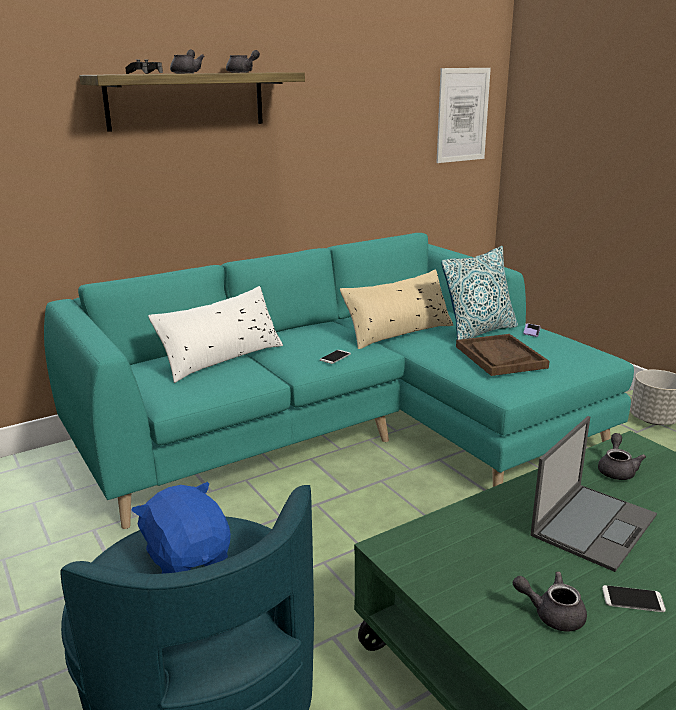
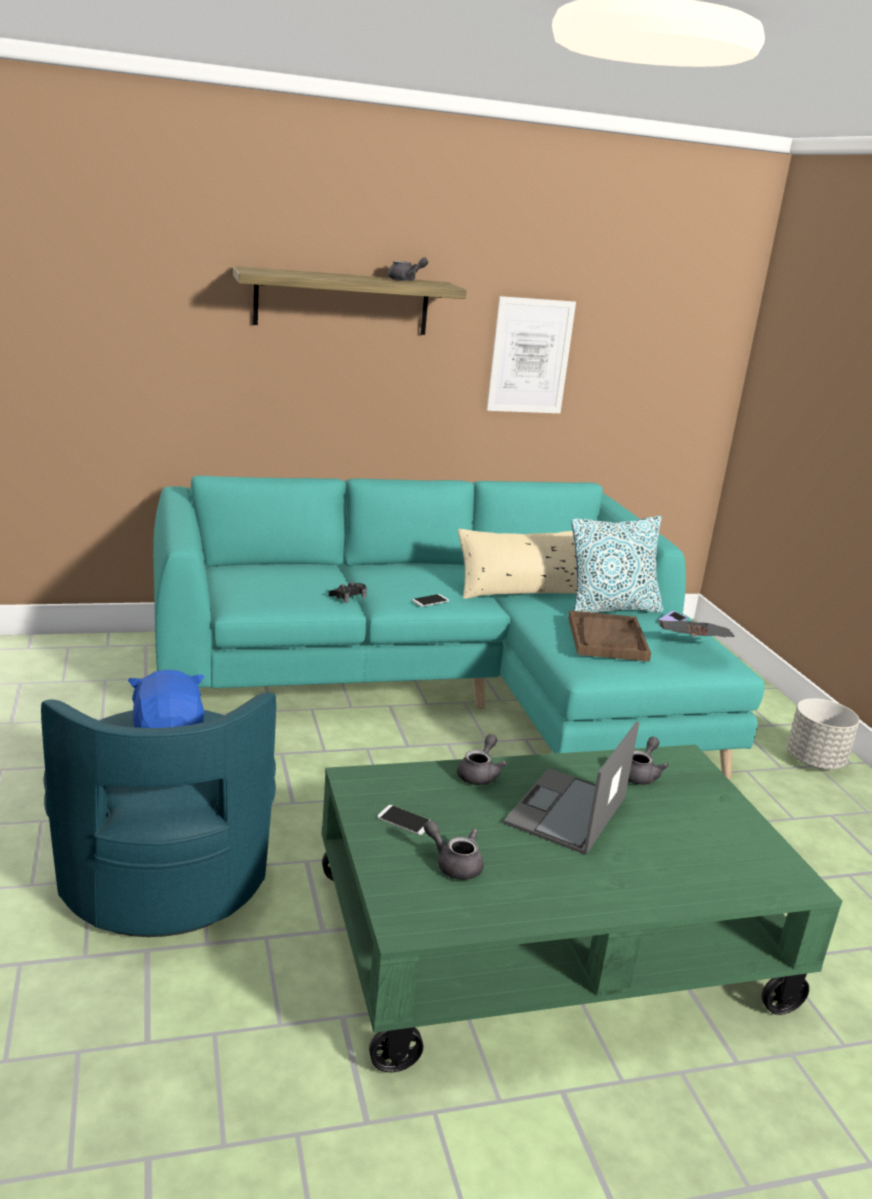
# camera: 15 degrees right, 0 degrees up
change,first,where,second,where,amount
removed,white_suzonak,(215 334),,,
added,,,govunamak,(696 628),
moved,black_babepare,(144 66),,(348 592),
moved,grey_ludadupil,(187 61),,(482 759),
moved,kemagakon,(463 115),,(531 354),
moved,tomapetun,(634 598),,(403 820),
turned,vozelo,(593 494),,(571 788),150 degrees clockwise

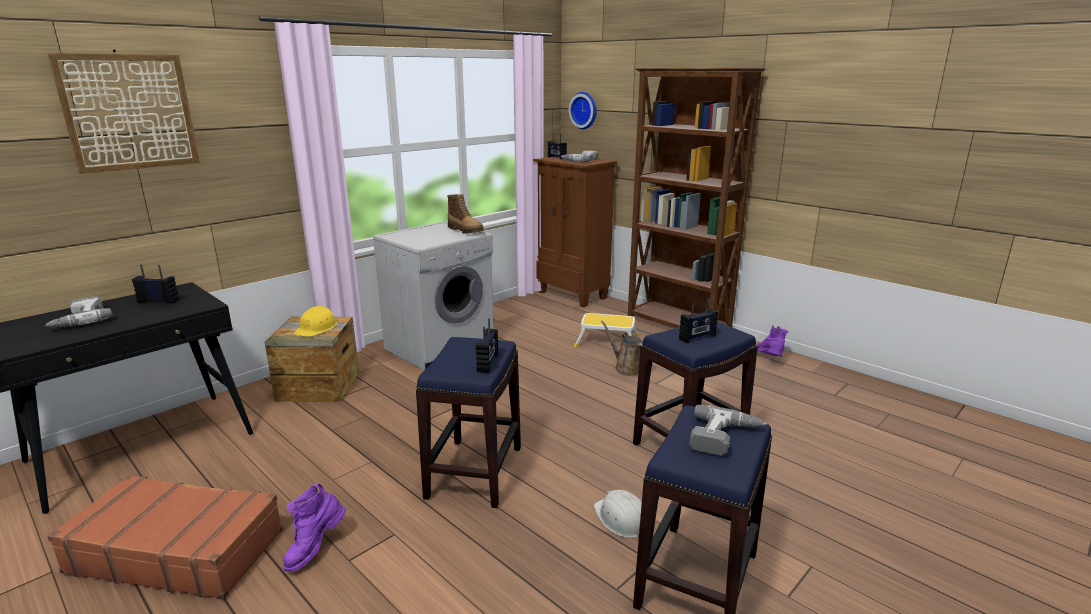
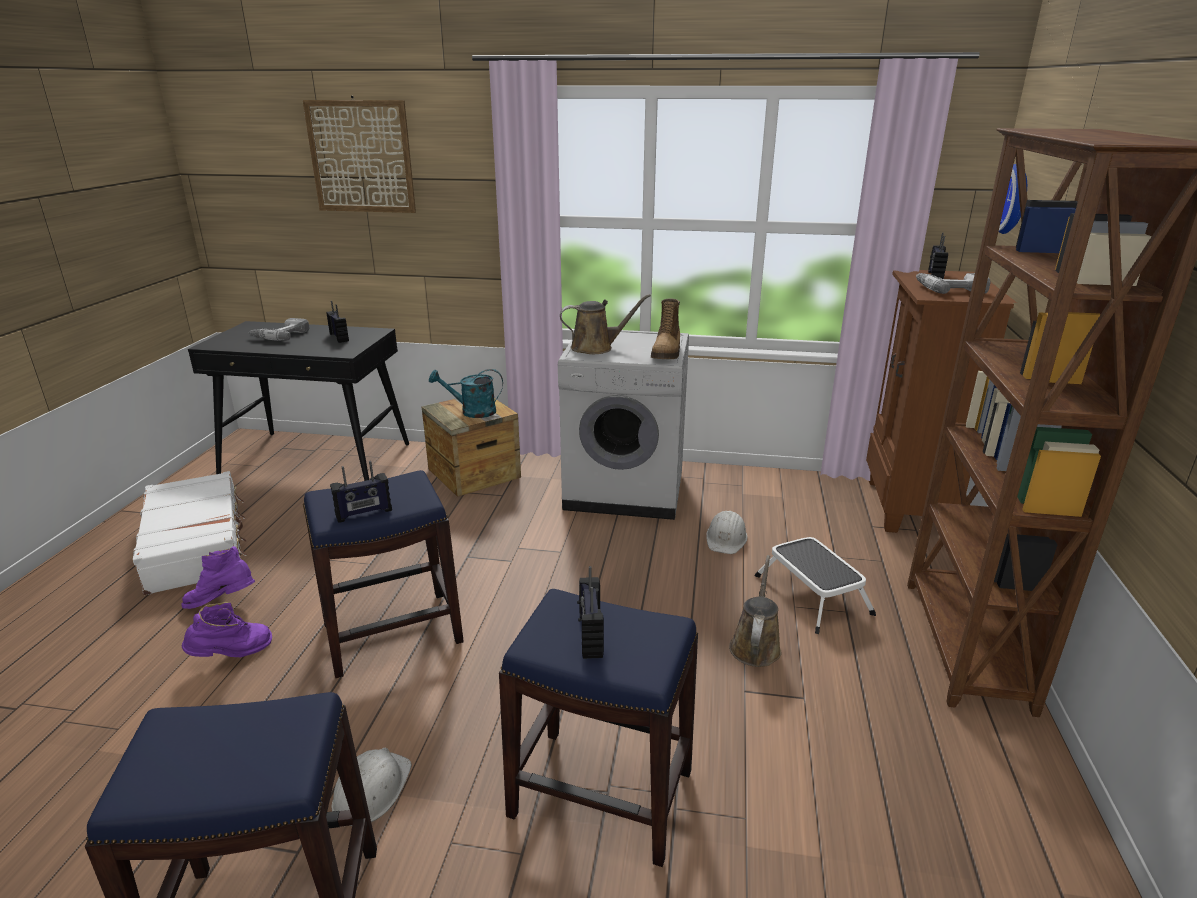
# camera: 55 degrees right, 5 degrees up
change,first,where,second,where,amount
removed,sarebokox,(727 430),,,
added,,,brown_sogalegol,(605 324),
added,,,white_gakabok,(726 532),
moved,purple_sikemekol,(772 341),,(227 629),
replaced,yellow_gakabok,(315 321),turquoise_sogalegol,(466 393),
recoloured,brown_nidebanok,(165 537),white_nidebanok,(190 533),
recoloured,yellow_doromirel,(607 330),black_doromirel,(815 585),
turned,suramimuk,(698 320),,(590 612),60 degrees clockwise

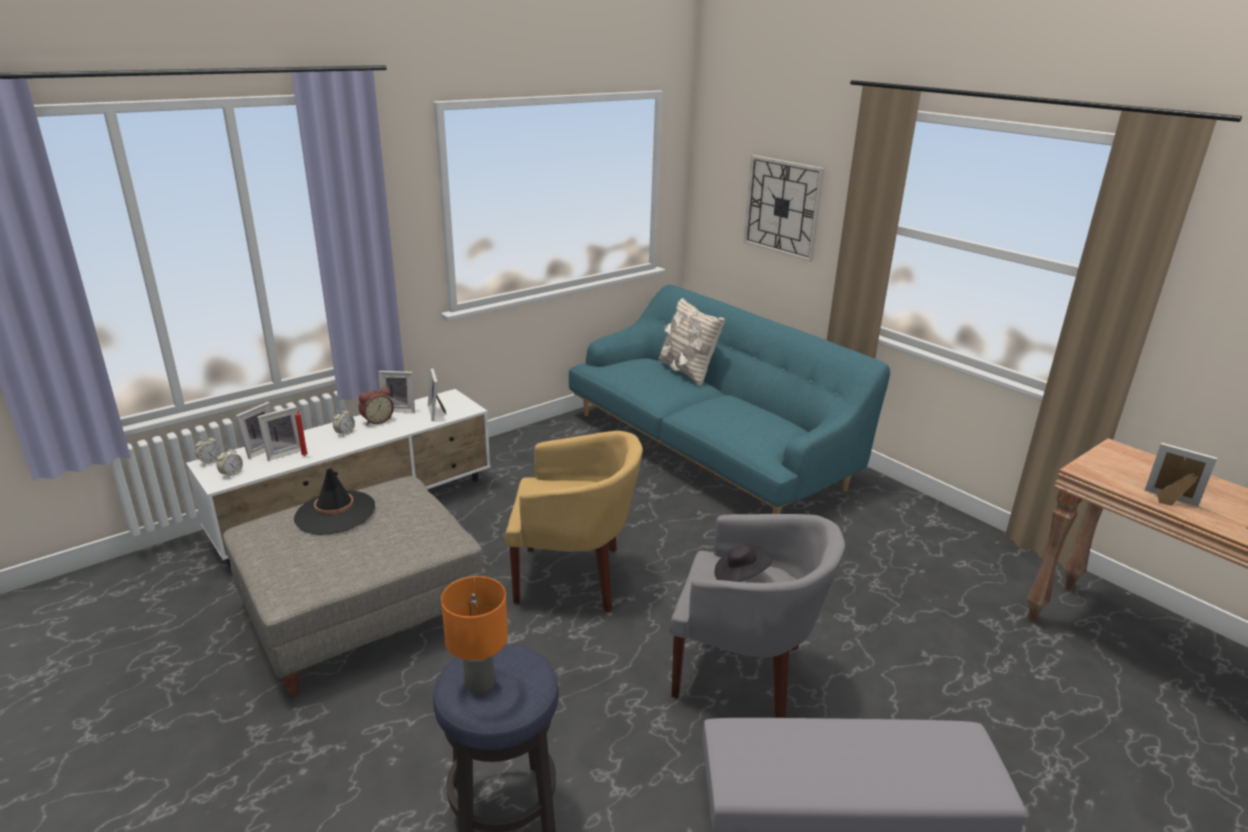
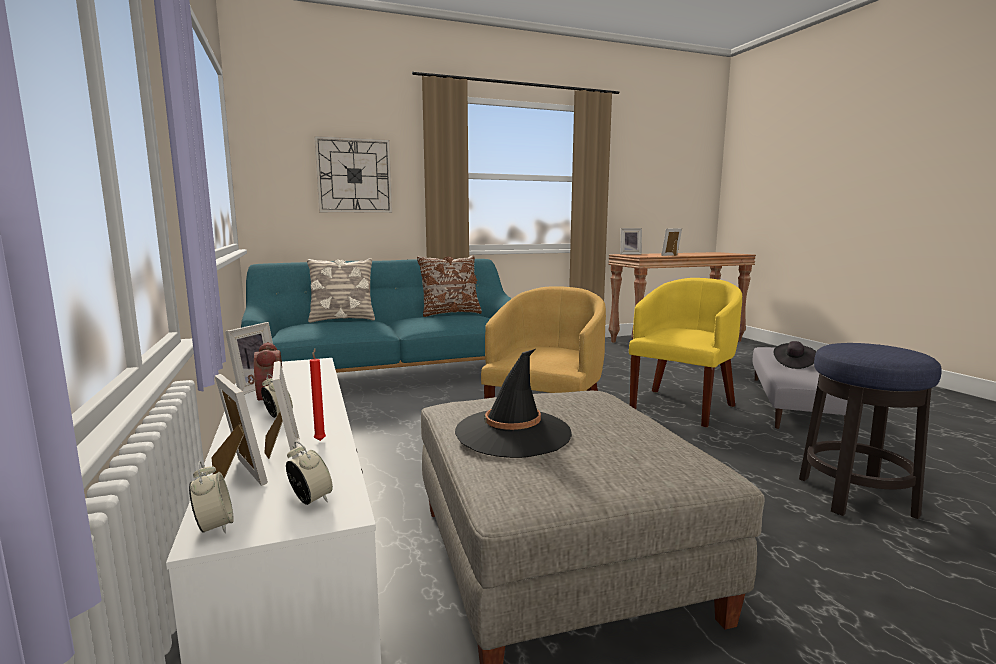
# camera: 70 degrees left, 15 degrees down
change,first,where,second,where,amount
removed,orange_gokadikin,(474 635),,,
added,,,brown_suzonak,(449 286),
moved,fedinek,(437 395),,(631 241),
moved,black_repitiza,(743 563),,(795 355),
recoloured,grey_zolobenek,(757 616),yellow_zolobenek,(685 352),

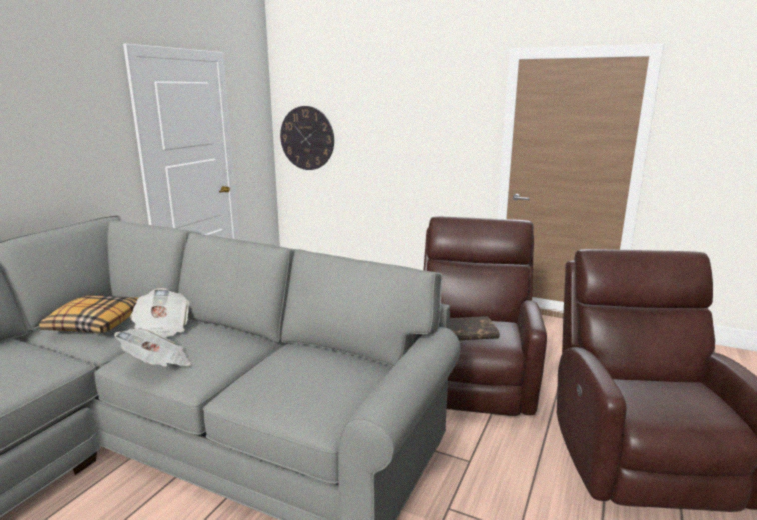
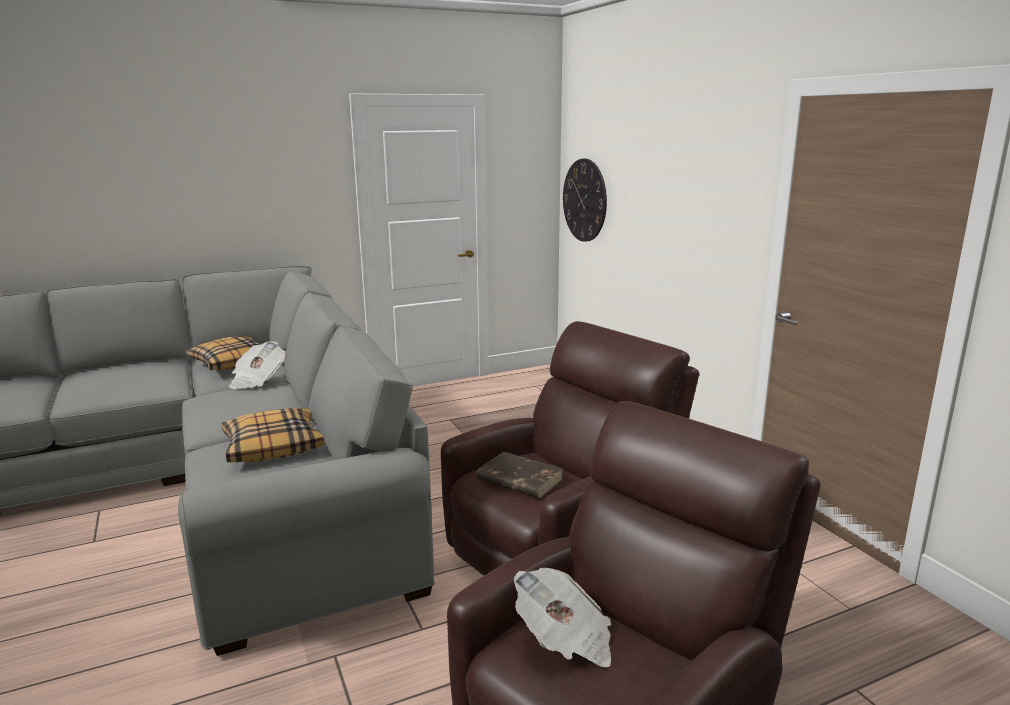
# camera: 40 degrees right, 0 degrees up
change,first,where,second,where,amount
added,,,suzonak,(272 435),
moved,govunamak,(152 348),,(562 618),

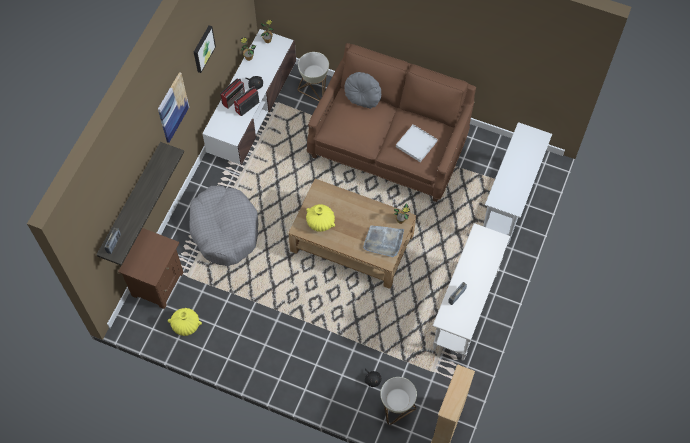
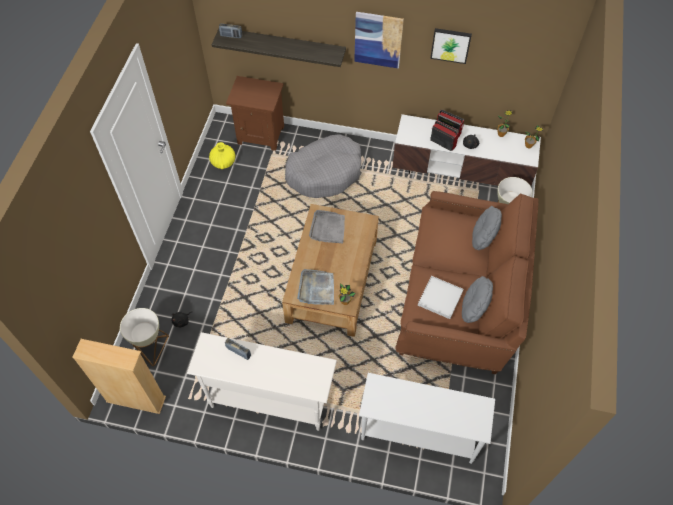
# camera: 80 degrees right, 5 degrees down
change,first,where,second,where,amount
added,,,grey_suzonak,(477 299),
replaced,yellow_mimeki,(320 218),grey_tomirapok,(327 226),

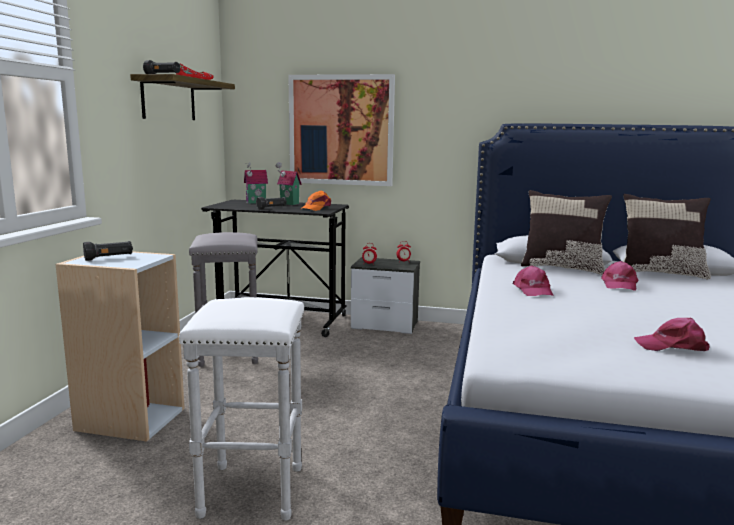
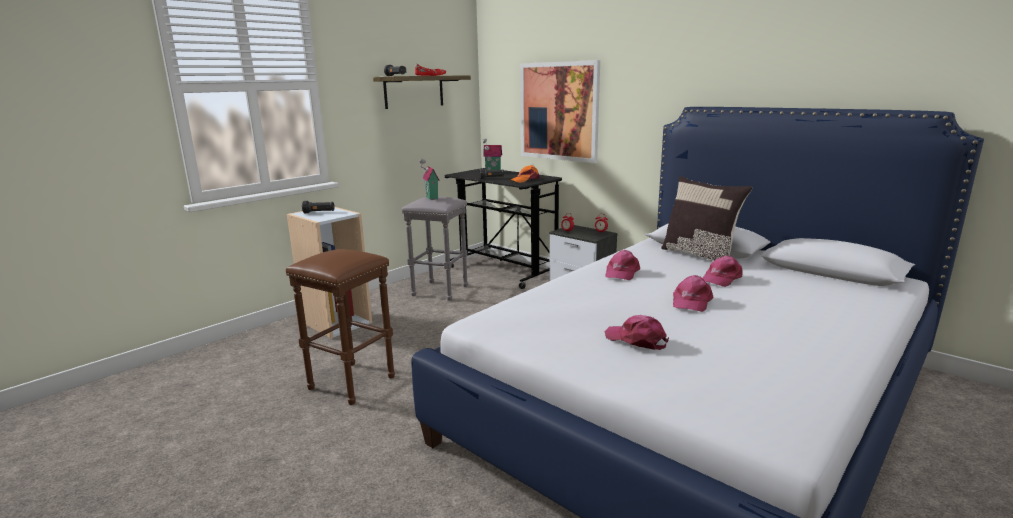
# camera: 30 degrees right, 5 degrees up
change,first,where,second,where,amount
removed,suzonak,(667 236),,,
added,,,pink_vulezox,(693 293),
moved,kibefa,(289 183),,(429 179),
recoloured,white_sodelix,(241 409),brown_sodelix,(340 327),

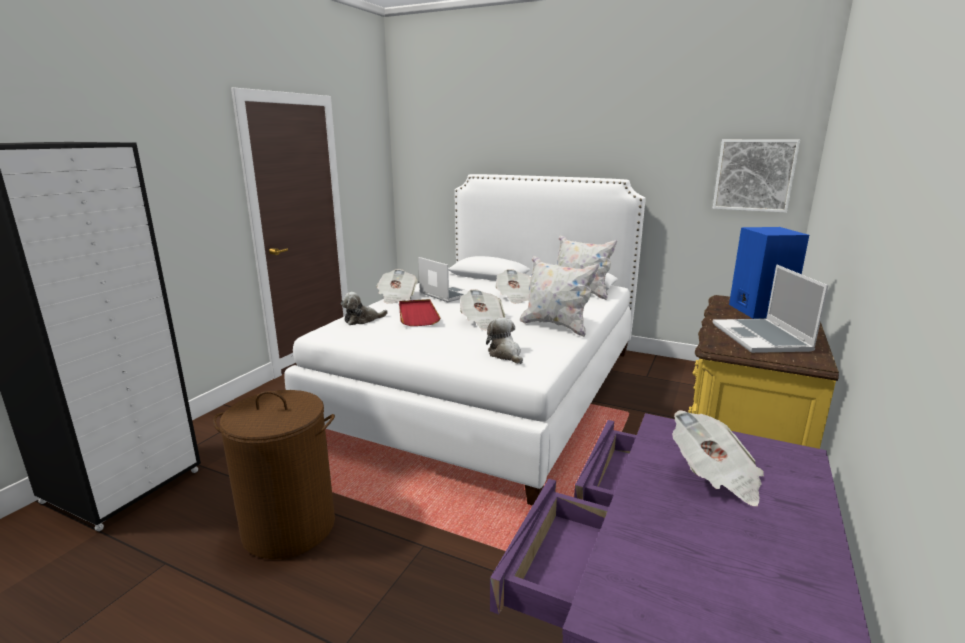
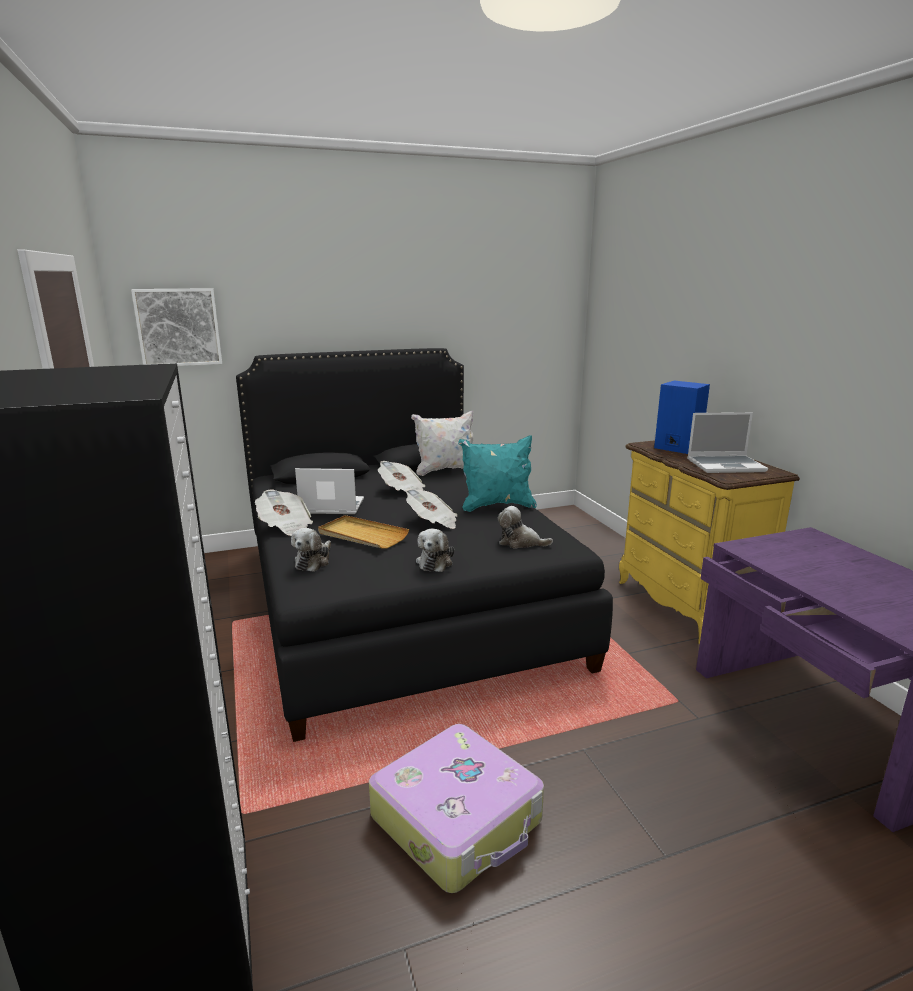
# camera: 45 degrees left, 0 degrees up
change,first,where,second,where,amount
removed,govunamak,(718 458),,,
added,,,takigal,(435 550),
moved,kemagakon,(756 176),,(176 327),
replaced,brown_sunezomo,(274 474),nidebanok,(456 808),
recoloured,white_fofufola,(465 340),black_fofufola,(424 545),
recoloured,red_tomirapok,(419 312),beige_tomirapok,(363 532),
recoloured,white_suzonak,(560 296),turquoise_suzonak,(497 474),
turned,vozelo,(770 308),,(727 442),45 degrees counterclockwise

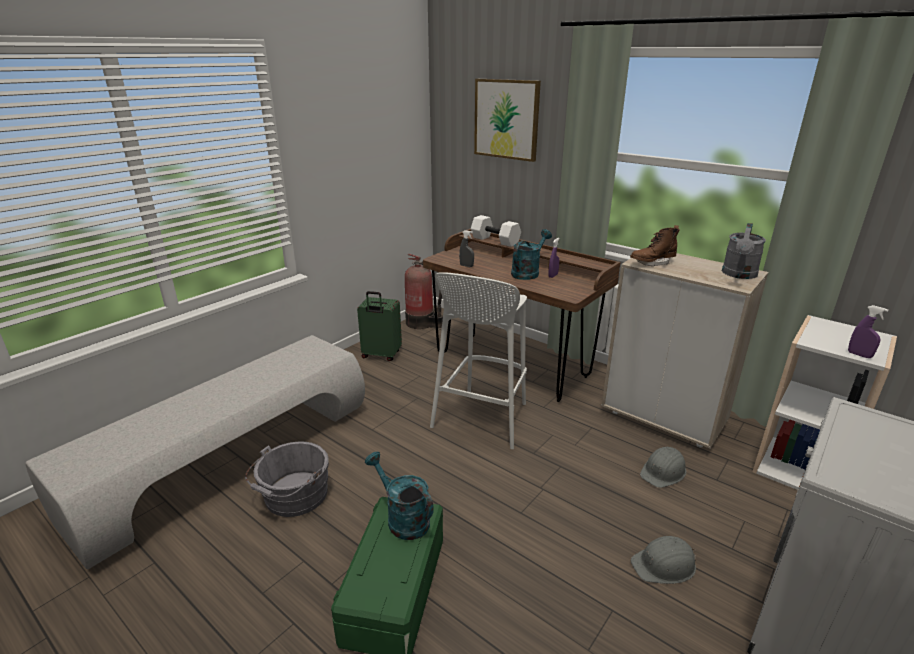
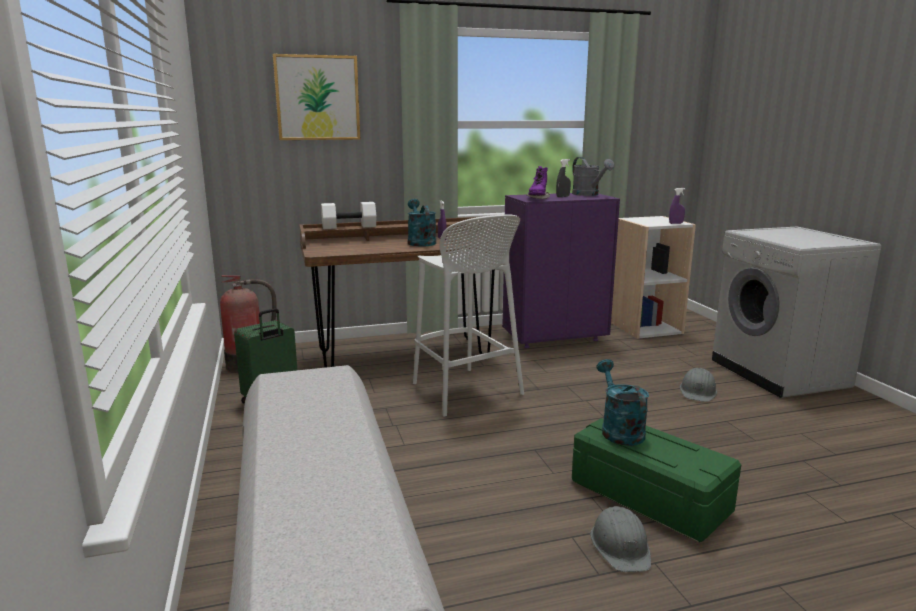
# camera: 55 degrees left, 10 degrees down
change,first,where,second,where,amount
removed,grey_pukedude,(286 479),,,
moved,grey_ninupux,(466 248),,(563 178),
moved,grey_gakabok,(663 467),,(621 539),
recoloured,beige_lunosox,(685 351),purple_lunosox,(561 270),
recoloured,brown_sikemekol,(655 245),purple_sikemekol,(538 182),
turned,turquoise_sogalegol,(399 496),,(623 402),90 degrees clockwise

